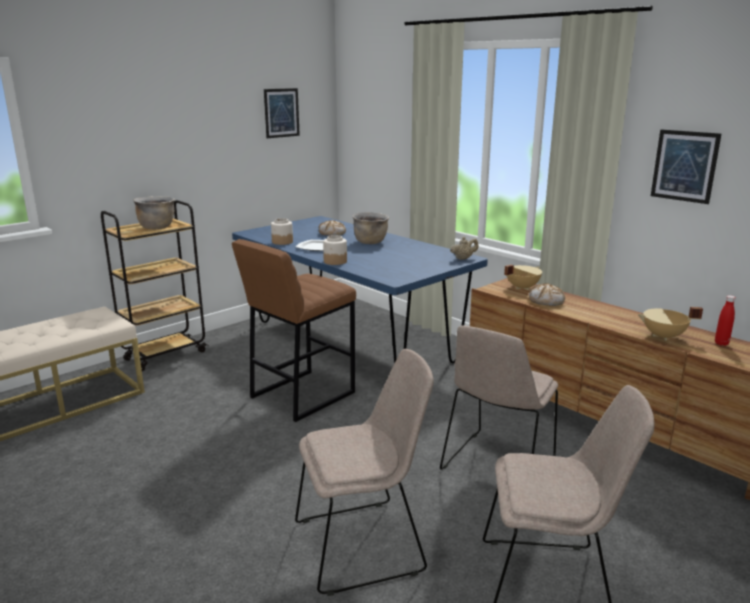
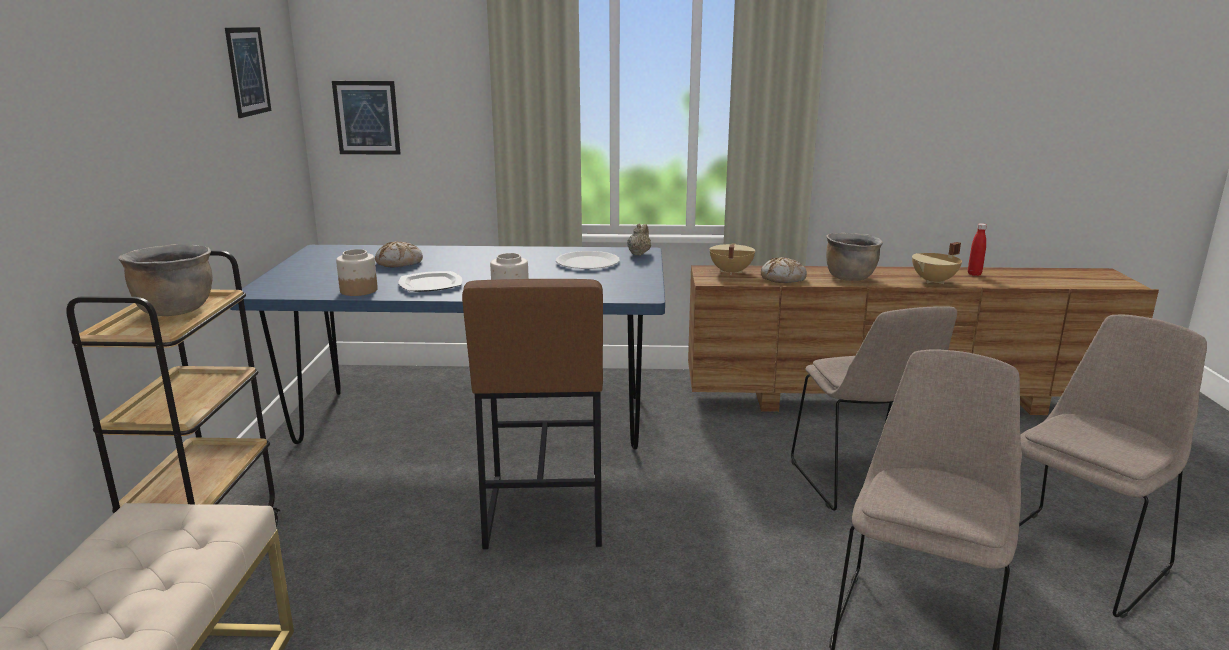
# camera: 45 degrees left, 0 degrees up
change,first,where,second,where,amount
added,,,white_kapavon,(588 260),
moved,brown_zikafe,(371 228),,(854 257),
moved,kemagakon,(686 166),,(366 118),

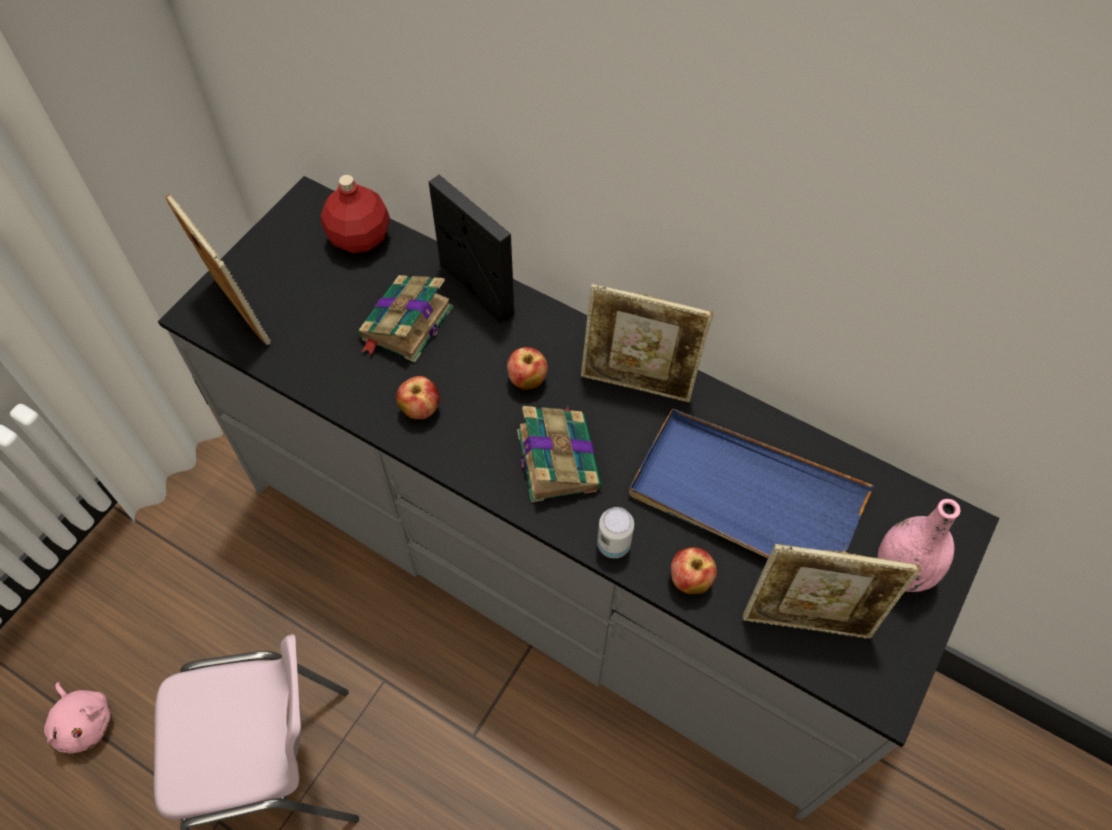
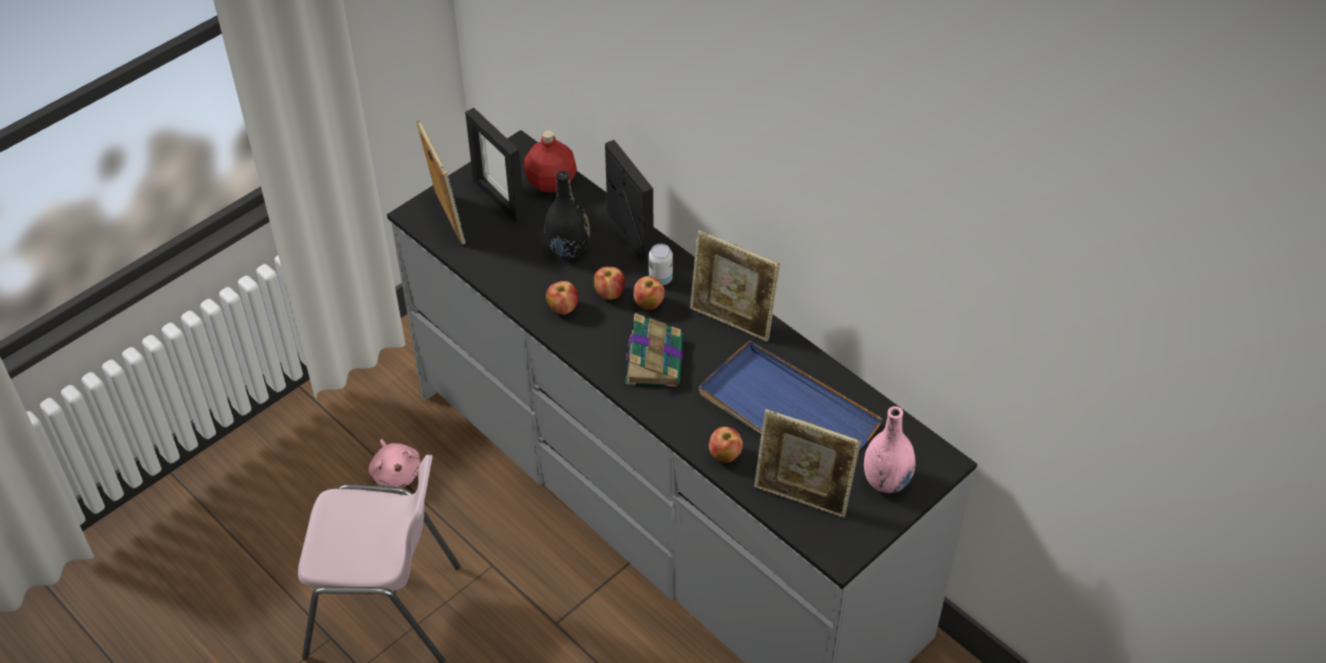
# camera: 15 degrees right, 10 degrees down
change,first,where,second,where,amount
added,,,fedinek,(495 165),
added,,,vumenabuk,(609 283),
moved,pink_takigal,(77 718),,(394 463),
moved,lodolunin,(615 532),,(661 264),
replaced,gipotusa,(405 319),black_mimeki,(567 215),

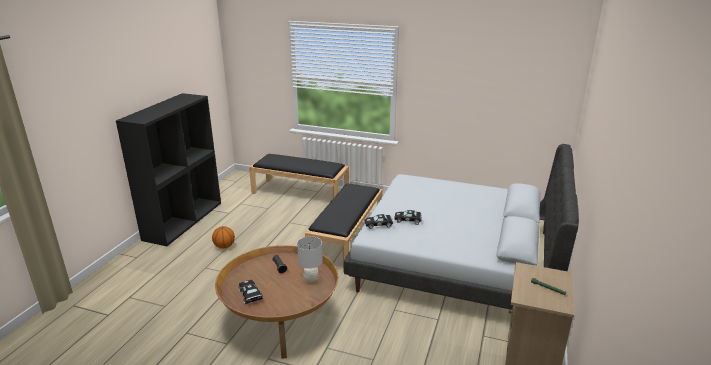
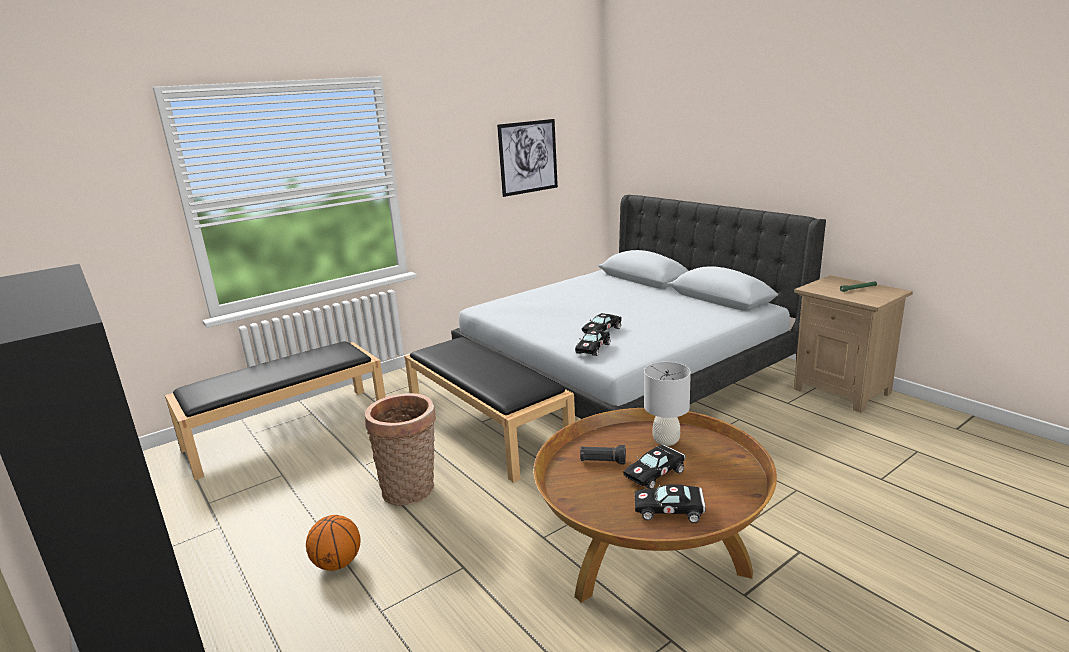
# camera: 55 degrees left, 5 degrees down
change,first,where,second,where,amount
added,,,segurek,(400 449),
added,,,kemagakon,(527 158),
added,,,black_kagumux,(654 467),

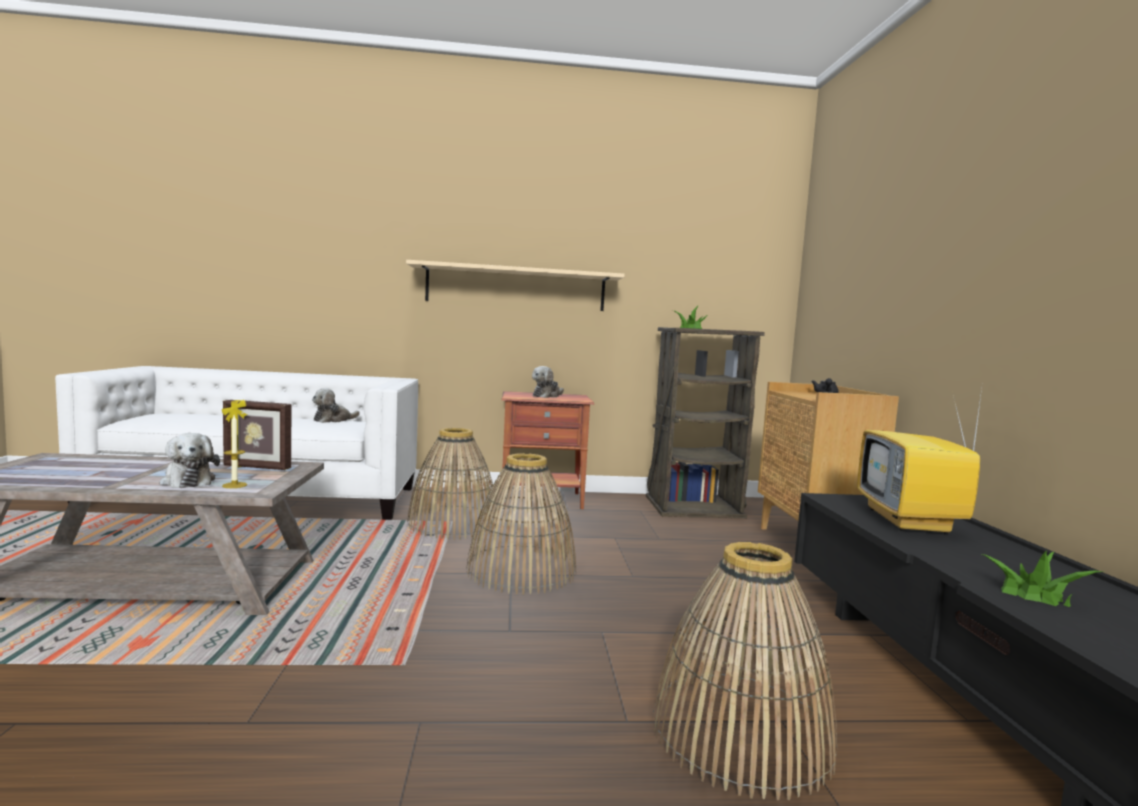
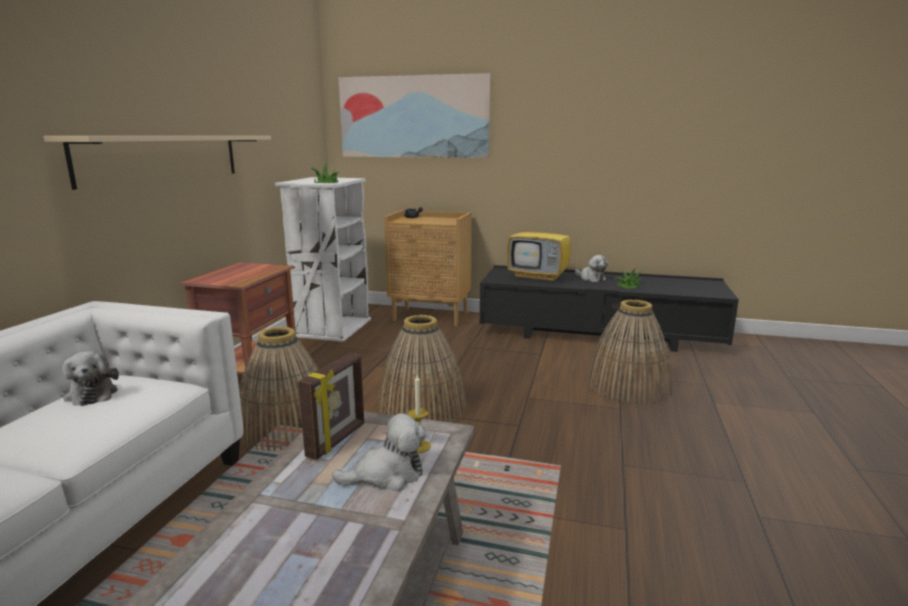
# camera: 70 degrees left, 10 degrees up
change,first,where,second,where,amount
added,,,kemagakon,(414 115),
moved,takigal,(548 382),,(591 268),
recoloured,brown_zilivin,(705 423),white_zilivin,(323 259),

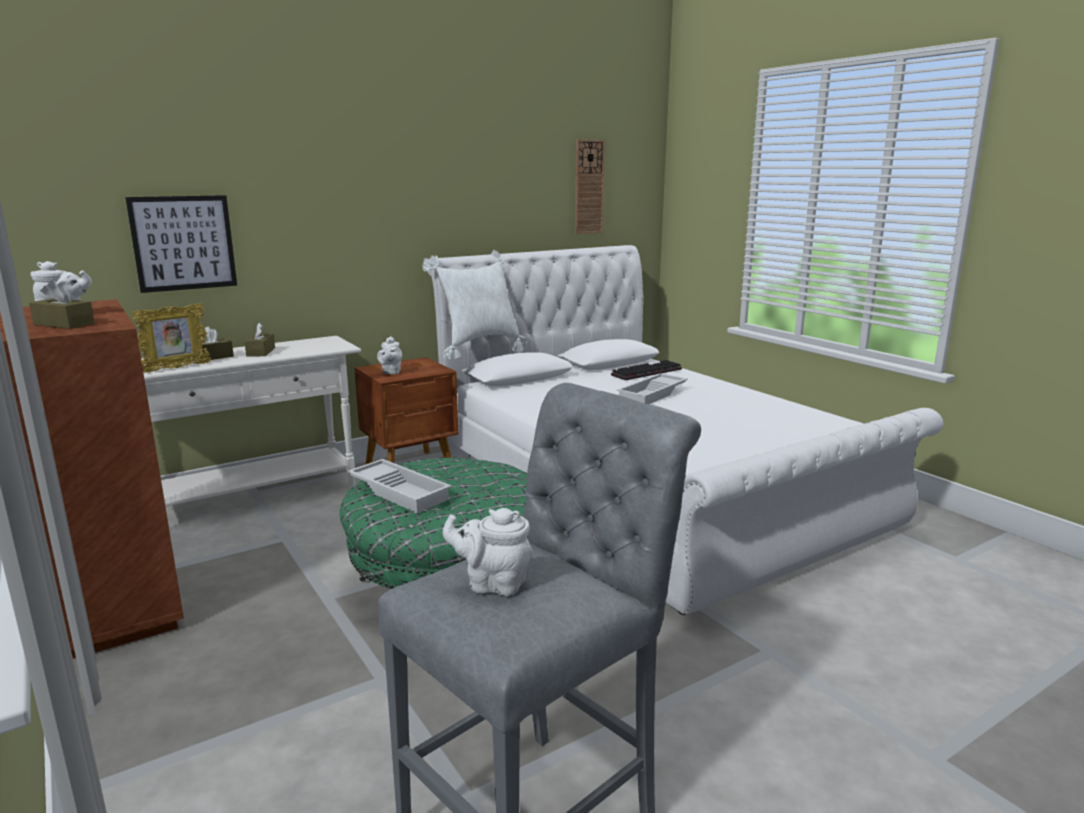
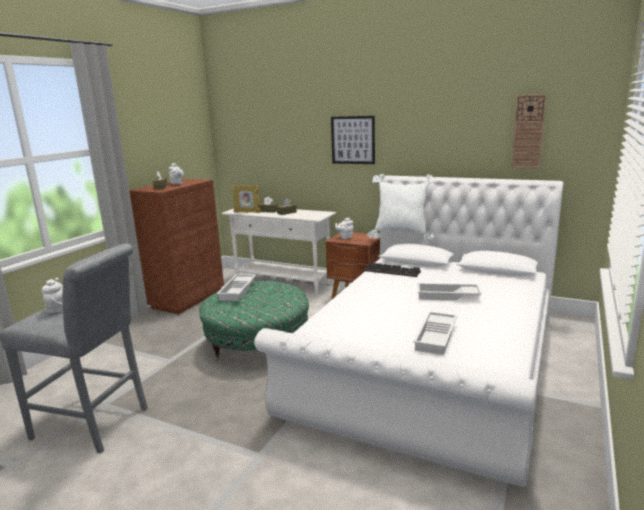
# camera: 60 degrees right, 0 degrees up
change,first,where,second,where,amount
added,,,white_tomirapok,(435 333),
moved,kemagakon,(181 244),,(353 140),
moved,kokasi,(646 370),,(392 270),

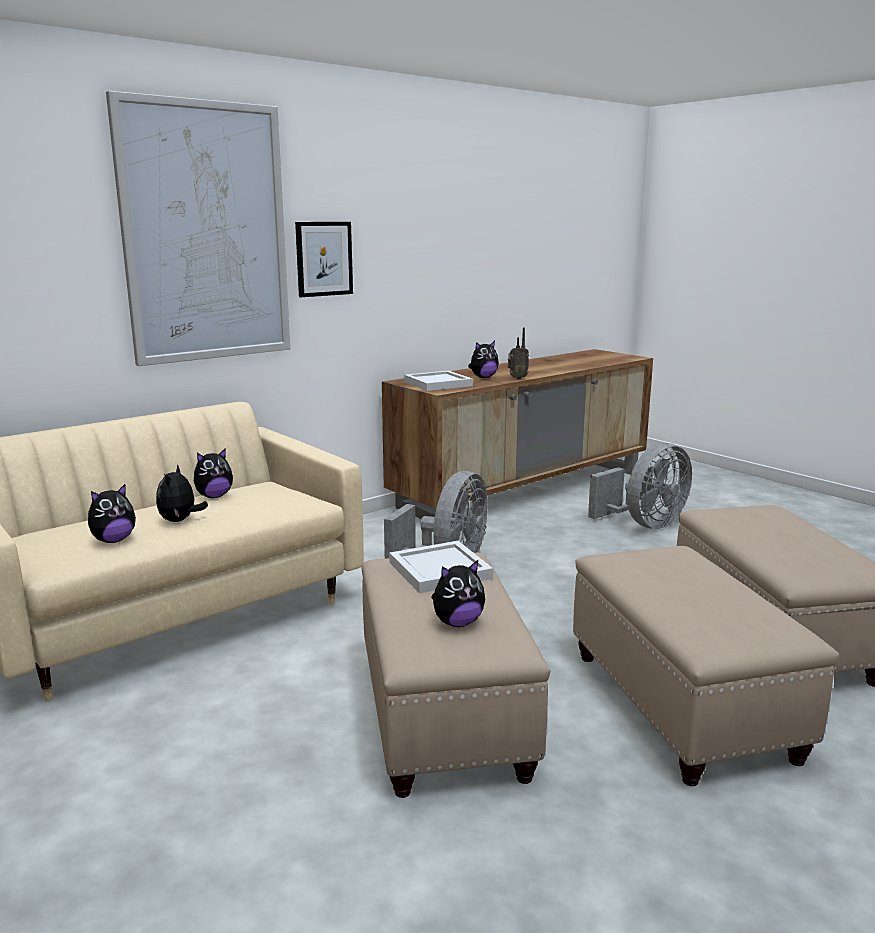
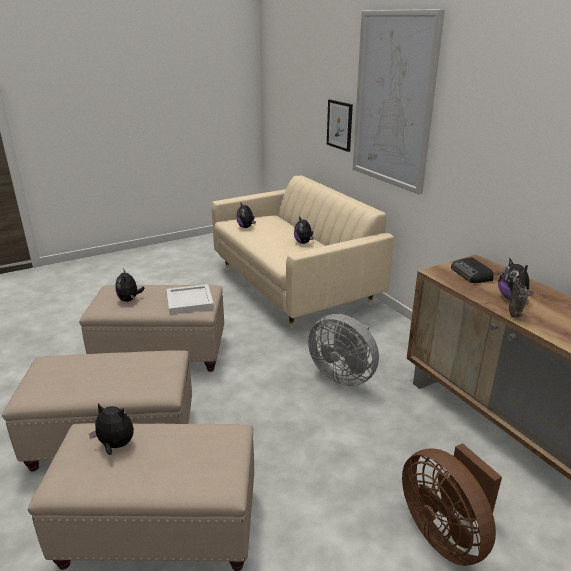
# camera: 100 degrees right, 10 degrees up
change,first,where,second,where,amount
moved,takigal,(182 493),,(111 429),
moved,kemagakon,(324 259),,(340 126),
replaced,white_tomirapok,(438 380),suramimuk,(472 270),
recoloured,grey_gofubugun,(640 486),brown_gofubugun,(452 504),

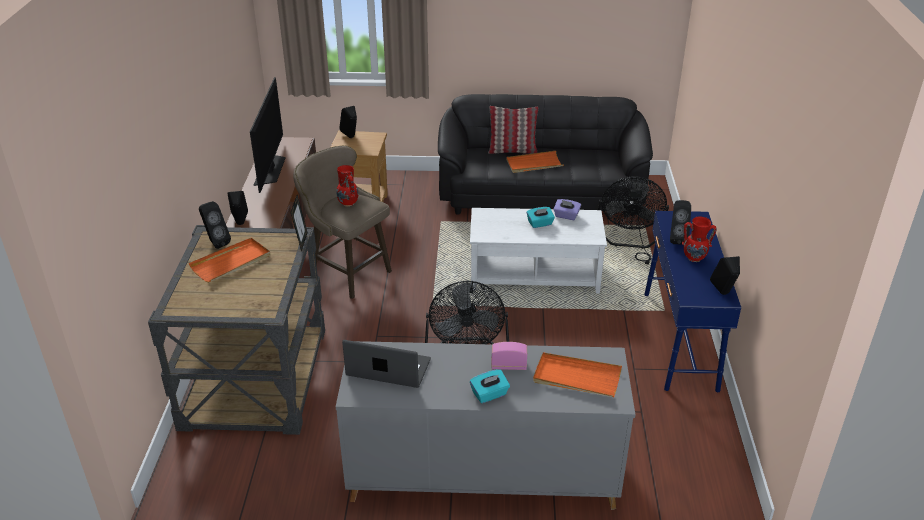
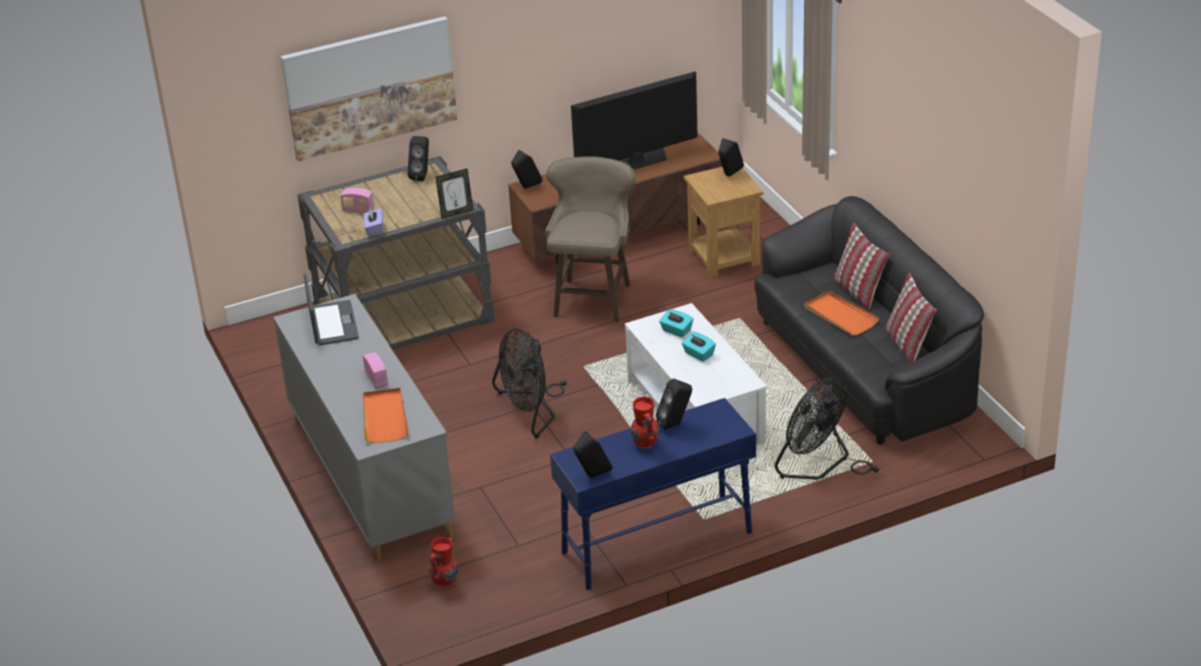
# camera: 65 degrees right, 0 degrees up
change,first,where,second,where,amount
removed,orange_tomirapok,(229 260),,,
added,,,kemagakon,(369 88),
added,,,suramimuk,(357 200),
added,,,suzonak,(910 318),
moved,red_mimeki,(347 185),,(444 562),
moved,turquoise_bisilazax,(490 386),,(676 323),
moved,purple_bisilazax,(567 209),,(373 222),
turned,black_gofubugun,(633 220),,(827 428),120 degrees counterclockwise

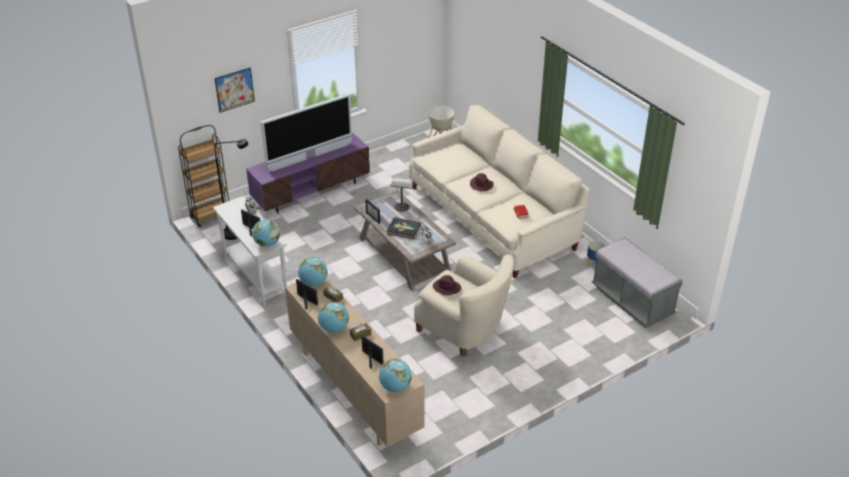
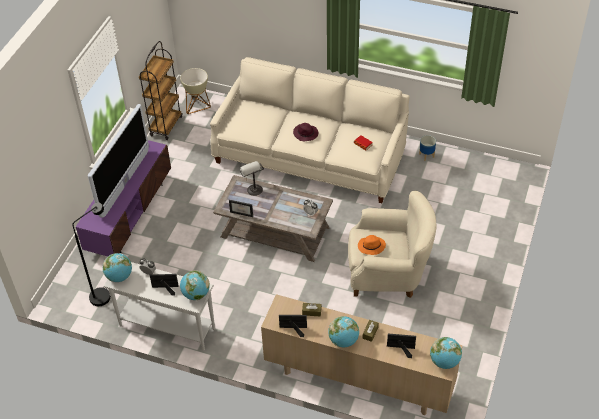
# camera: 35 degrees left, 10 degrees up
change,first,where,second,where,amount
removed,kemagakon,(235 90),,,
removed,gipotusa,(404 228),,,
removed,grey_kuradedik,(637 282),,,
moved,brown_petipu,(203 176),,(161 90),
moved,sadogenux,(313 271),,(117 267),
recoloured,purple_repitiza,(447 285),orange_repitiza,(372 245),

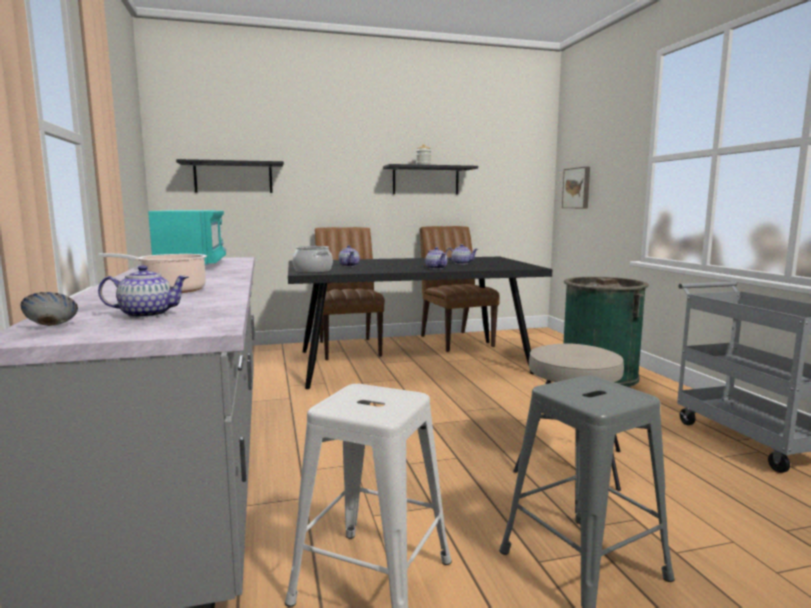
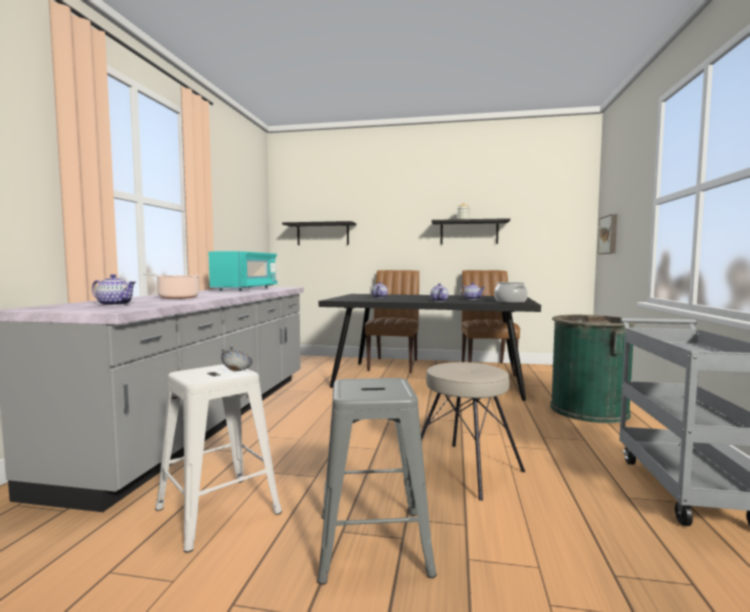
# camera: 25 degrees right, 5 degrees down
change,first,where,second,where,amount
moved,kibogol,(49 309),,(236 361),
moved,zikafe,(312 259),,(511 292),

